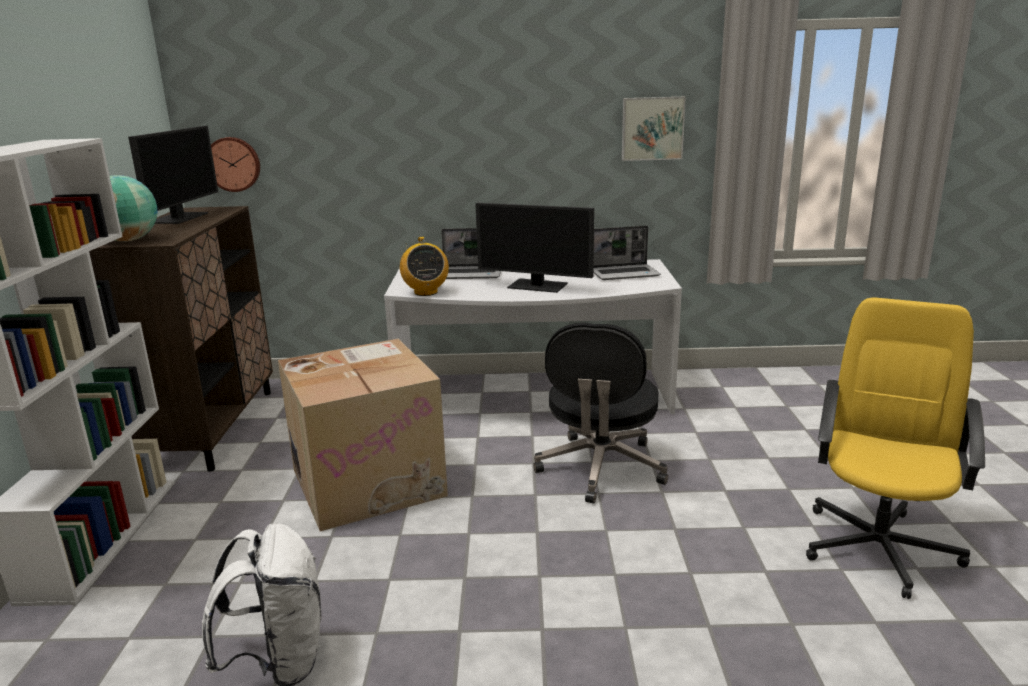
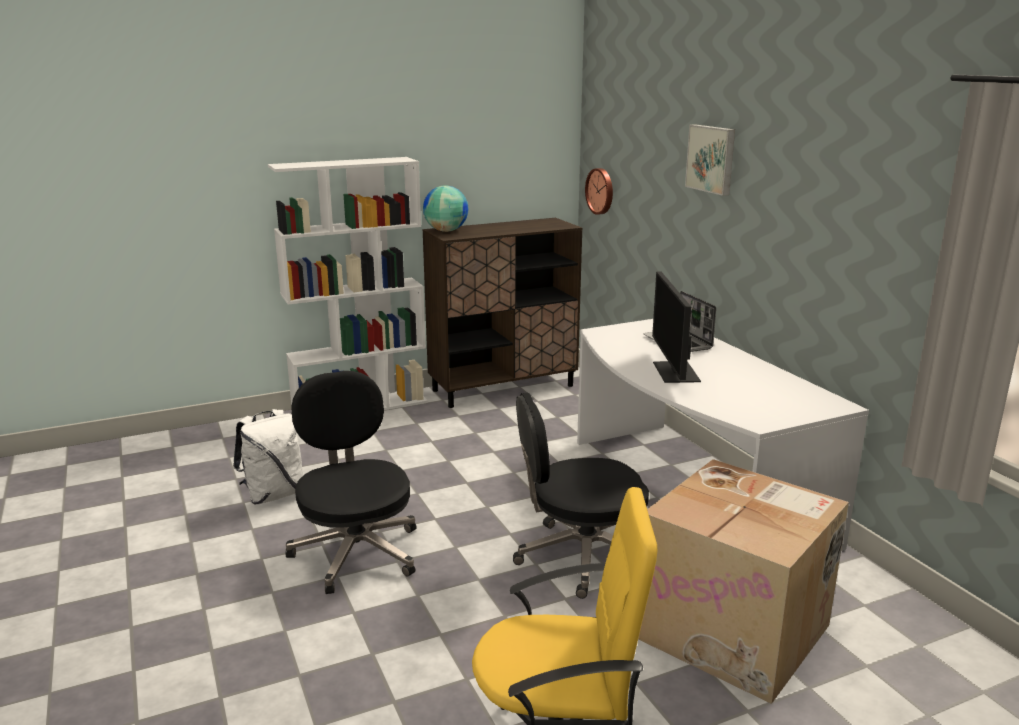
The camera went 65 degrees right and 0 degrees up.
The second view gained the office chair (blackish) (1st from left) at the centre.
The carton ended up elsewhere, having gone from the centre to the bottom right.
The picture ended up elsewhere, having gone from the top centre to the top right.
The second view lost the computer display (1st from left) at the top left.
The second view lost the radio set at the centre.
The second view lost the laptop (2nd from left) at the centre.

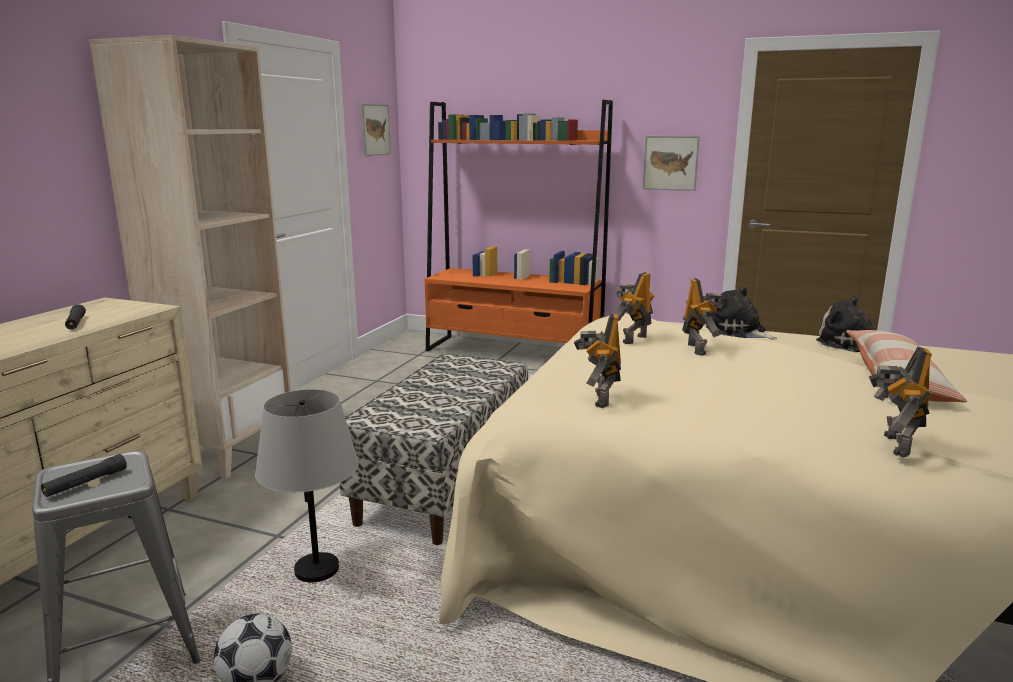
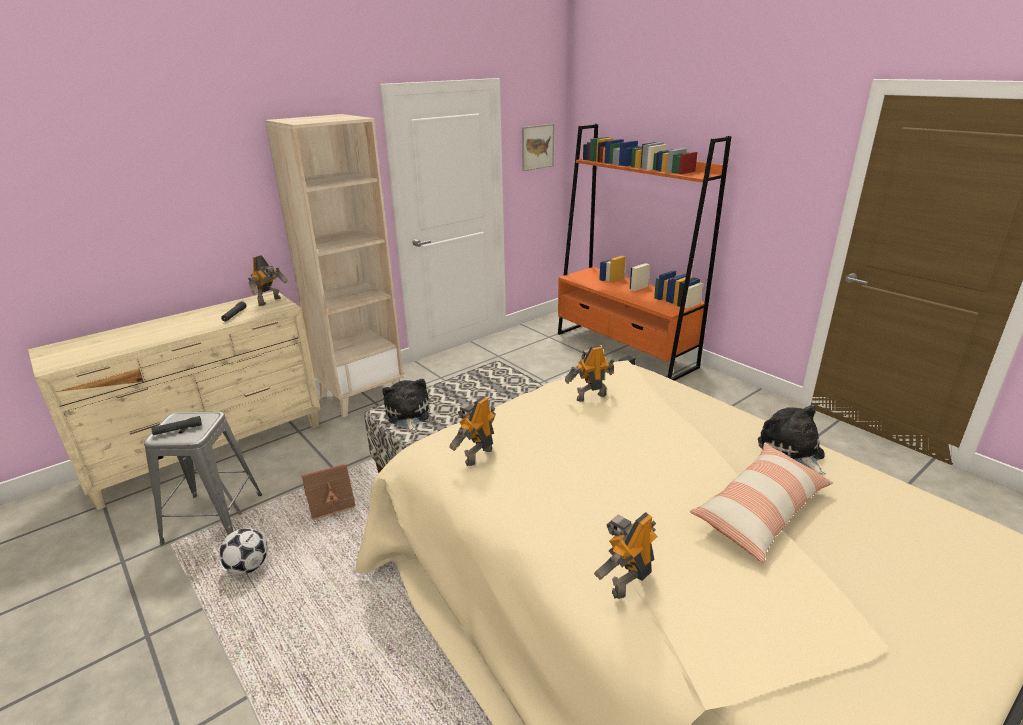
The camera went 30 degrees right and 10 degrees up.
The model robot (3rd from left in the first image) ended up elsewhere, having gone from the middle right to the middle left.
Where the table lamp (greyish) stood at the bottom left, the toy house came to stand at the bottom left.
The soft toy (1st from left) ended up elsewhere, having gone from the middle right to the centre.
The second view lost the picture (2nd from left) at the top centre.

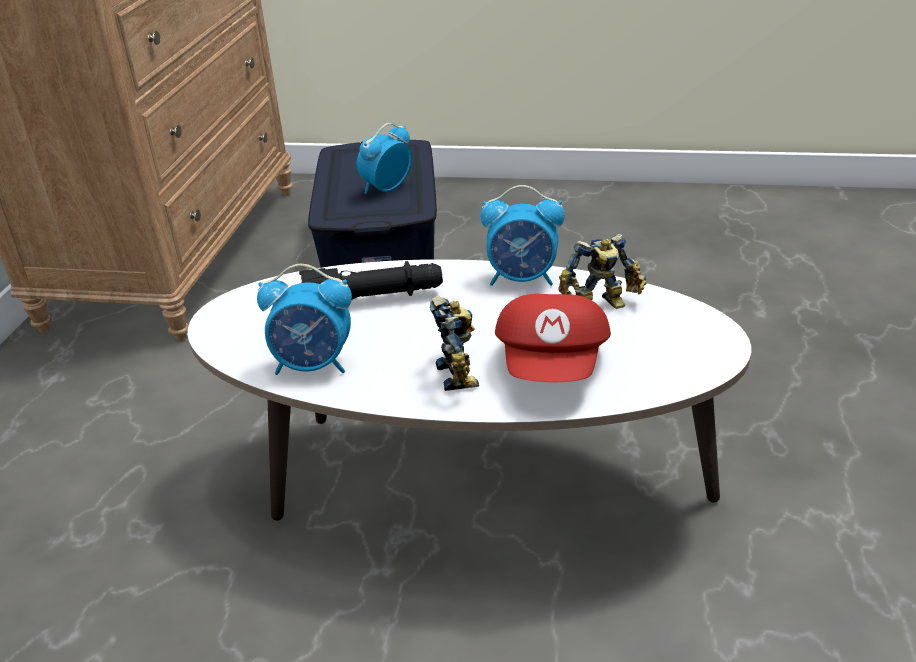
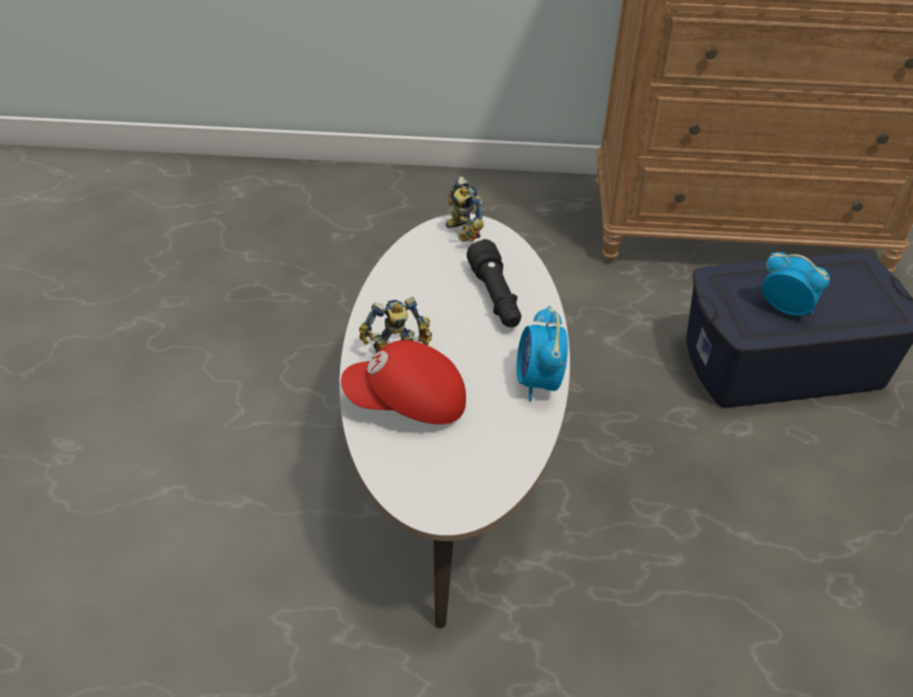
The camera went 80 degrees right and 10 degrees up.
The model robot (2nd from left) ended up elsewhere, having gone from the centre to the top centre.
The second view lost the table clock (1st from left) at the middle left.

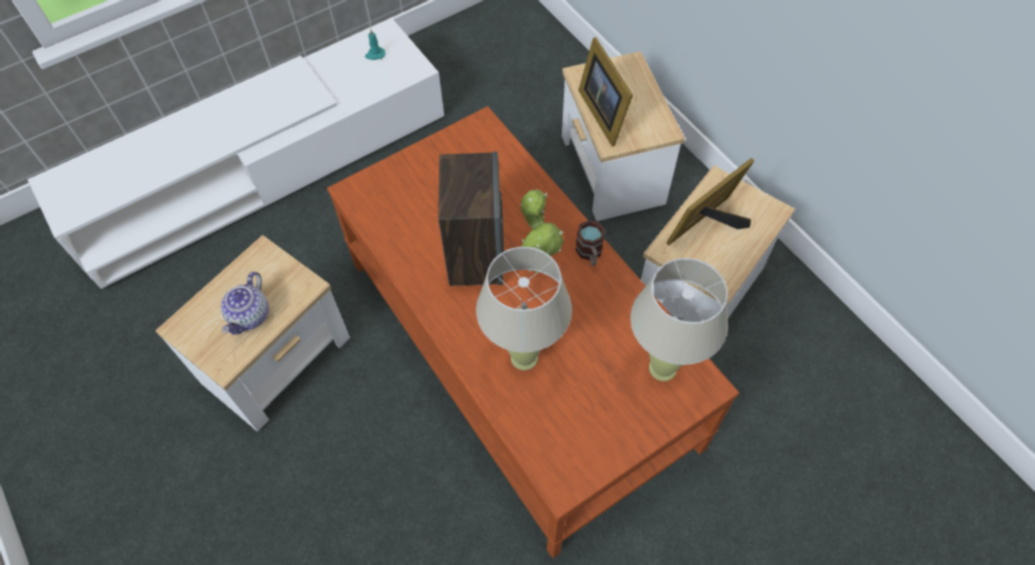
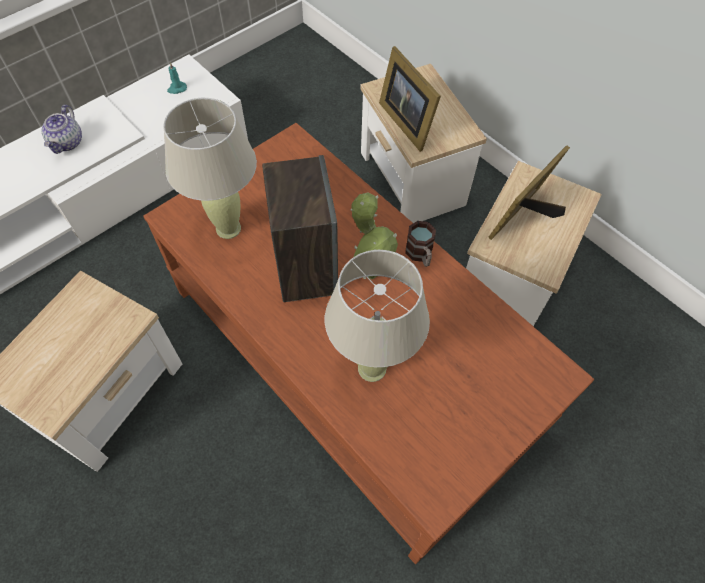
The camera went 10 degrees left and 0 degrees up.
The pot for tea ended up elsewhere, having gone from the middle left to the top left.
The table lamp (beige-coloured) (2nd from left in the first image) ended up elsewhere, having gone from the centre to the top left.

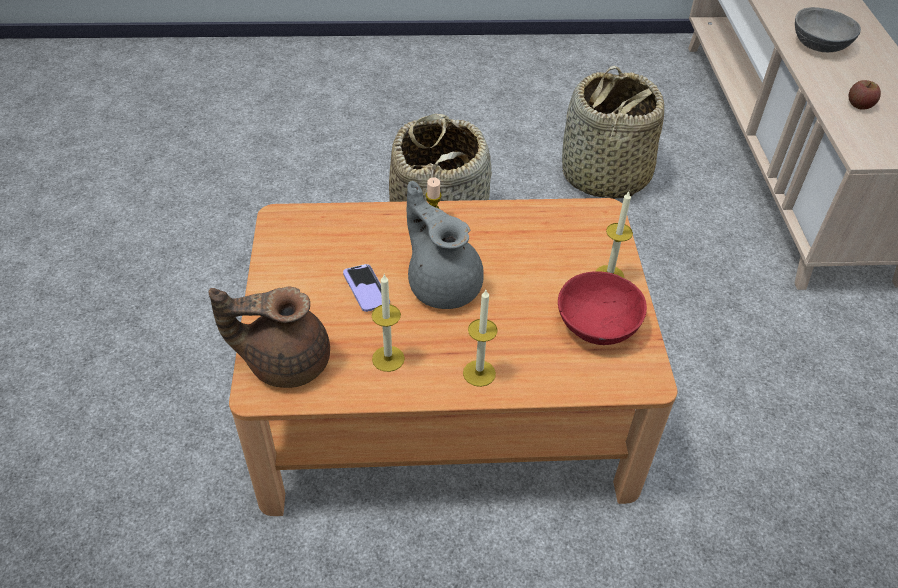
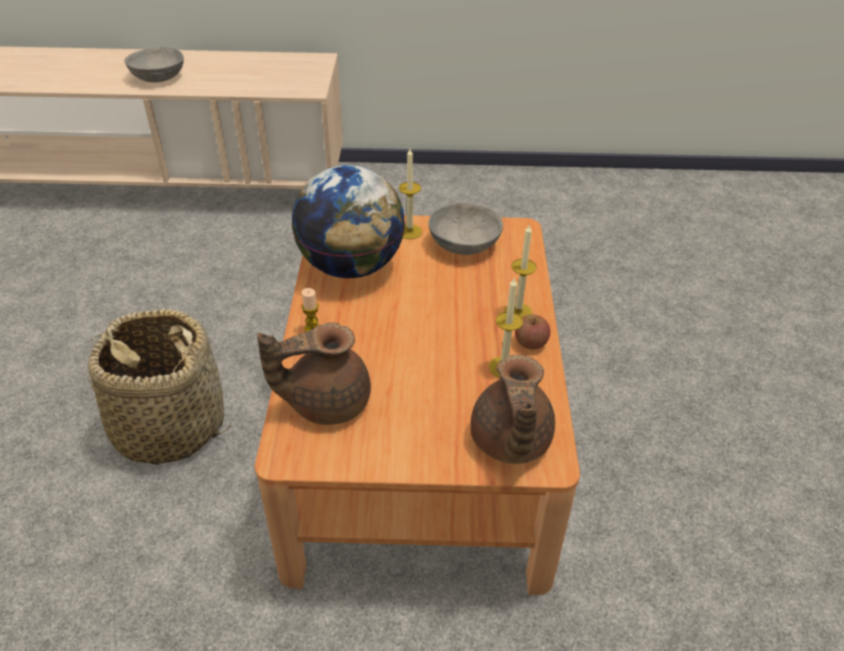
The camera went 85 degrees left and 5 degrees down.
The second view gained the pot for tea (brownish) (1st from left) at the centre.
The second view gained the desk globe at the centre.
What was the deep dish (red) at the middle right turned into the deep dish (greyish) (2nd from left) at the centre.
The apple fruit ended up elsewhere, having gone from the top right to the centre.
The second view lost the telephone at the centre.
The second view lost the pot for tea (greyish) at the centre.
The second view lost the storage basket (2nd from left) at the top right.

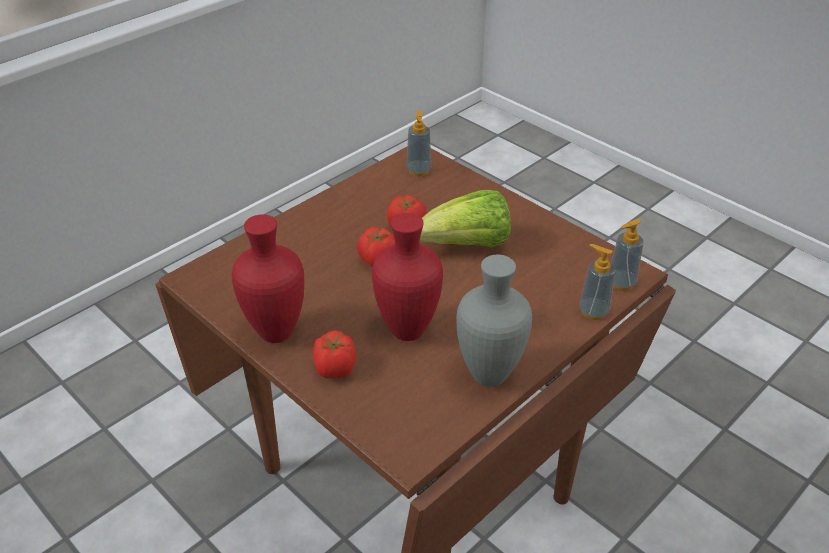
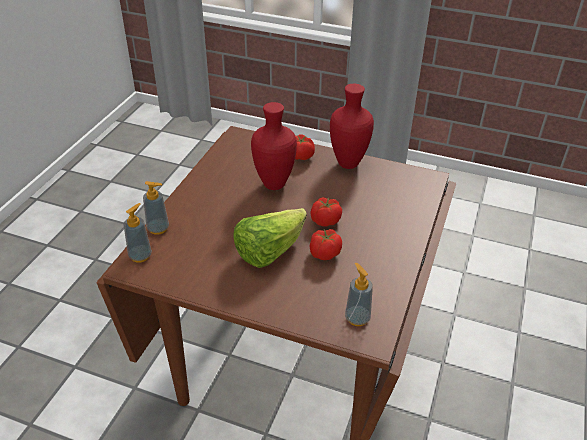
The camera went 155 degrees right and 0 degrees up.
The second view lost the decorative vase (greyish) at the centre.

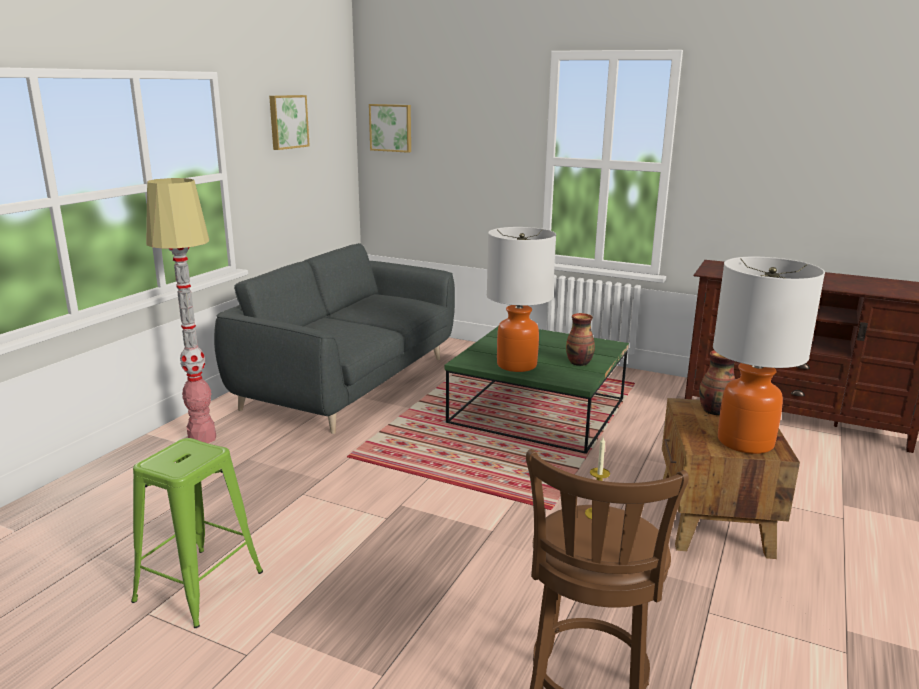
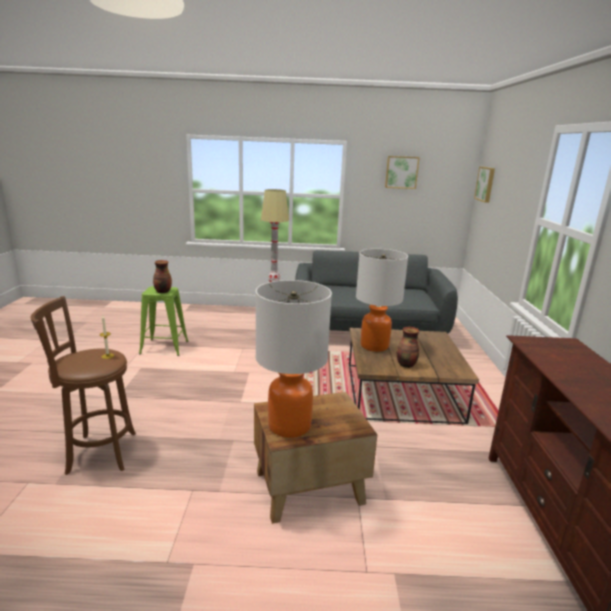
The camera went 65 degrees right and 0 degrees up.
The decorative vase (2nd from left in the first image) ended up elsewhere, having gone from the middle right to the middle left.
What was the lounge table (greenish) at the centre turned into the lounge table (brownish) at the middle right.

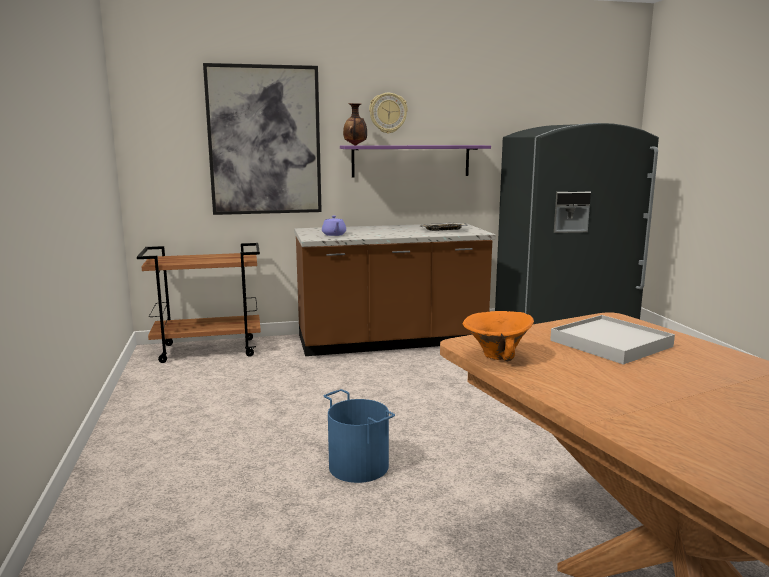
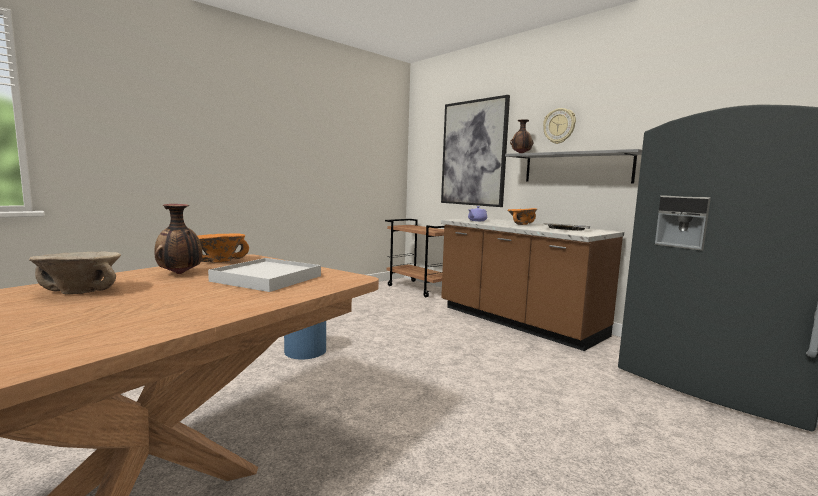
The camera went 60 degrees right and 5 degrees down.
The second view gained the deep dish (beige-coloured) at the middle left.
The second view gained the decorative vase (1st from left) at the middle left.
What was the shelf (purple) at the top centre turned into the shelf (greyish) at the middle right.
The second view gained the deep dish (orange) (2nd from left) at the centre.

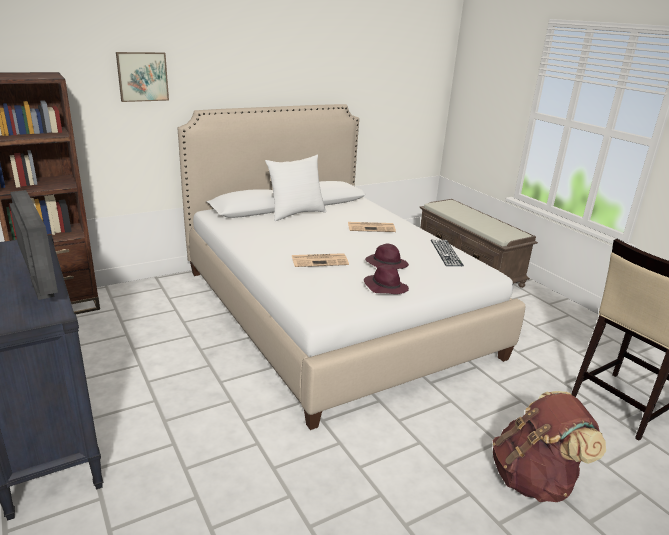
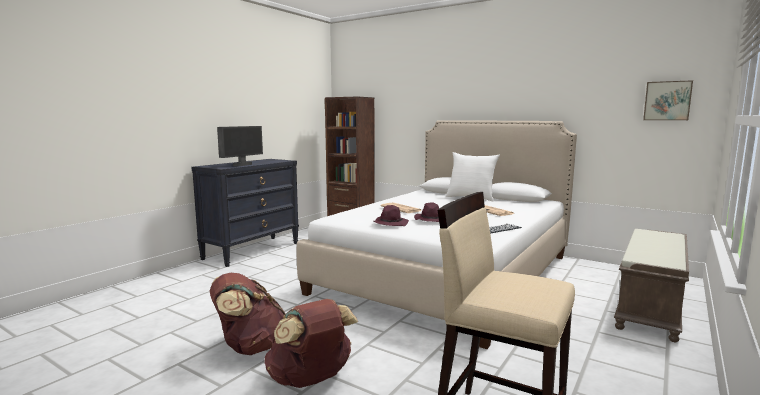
The camera went 65 degrees right and 15 degrees down.
The second view gained the backpack (brownish) (1st from left) at the bottom left.
The picture ended up elsewhere, having gone from the top left to the top right.

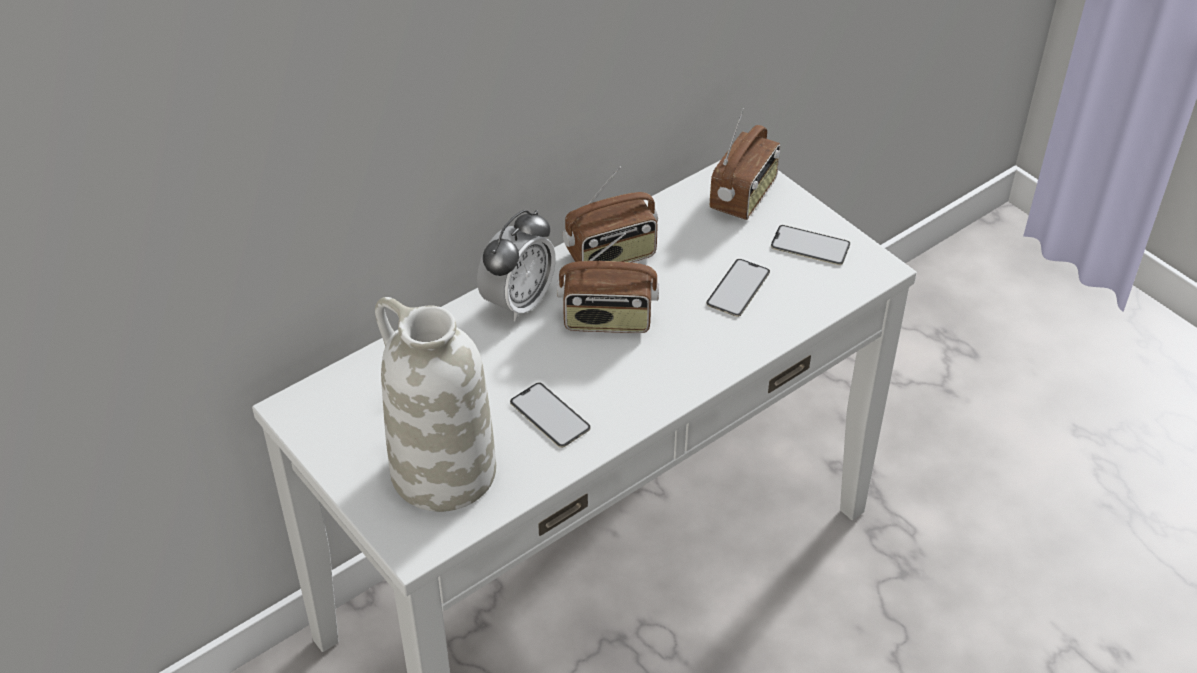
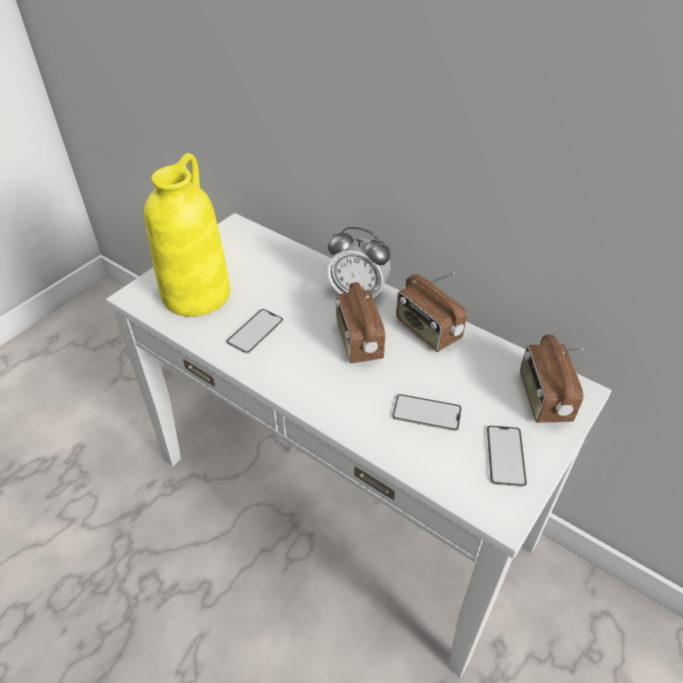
The camera went 75 degrees right and 0 degrees up.
What was the decorative vase (whitish) at the centre turned into the decorative vase (yellow) at the middle left.
The radio set (3rd from left) at the top centre ended up facing another way, 75 degrees clockwise from before.

